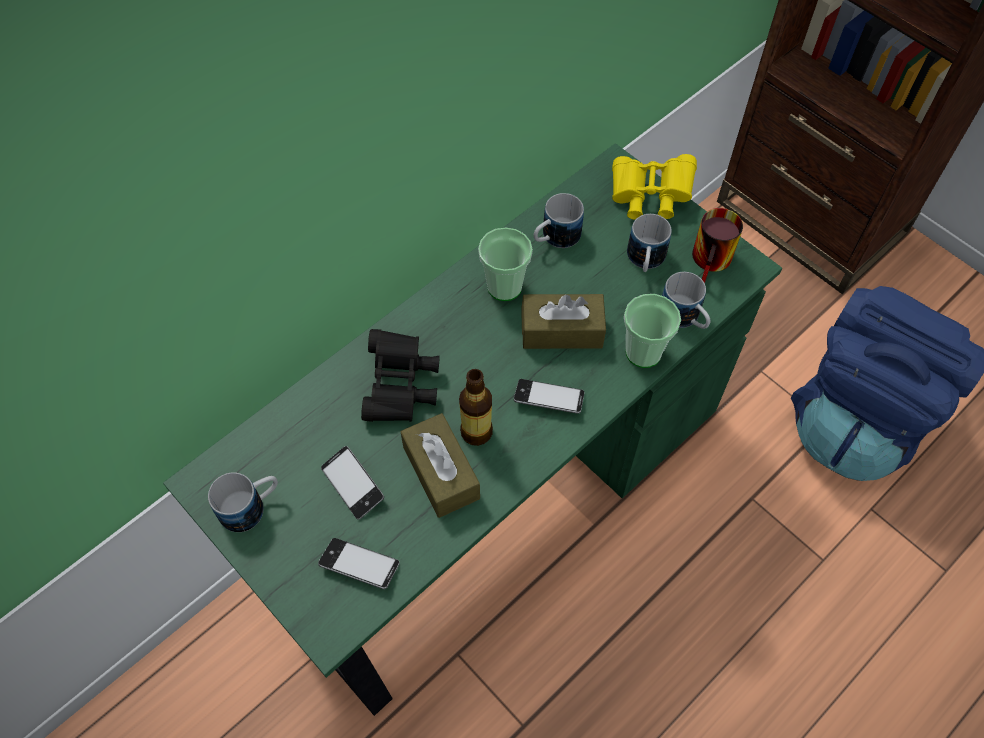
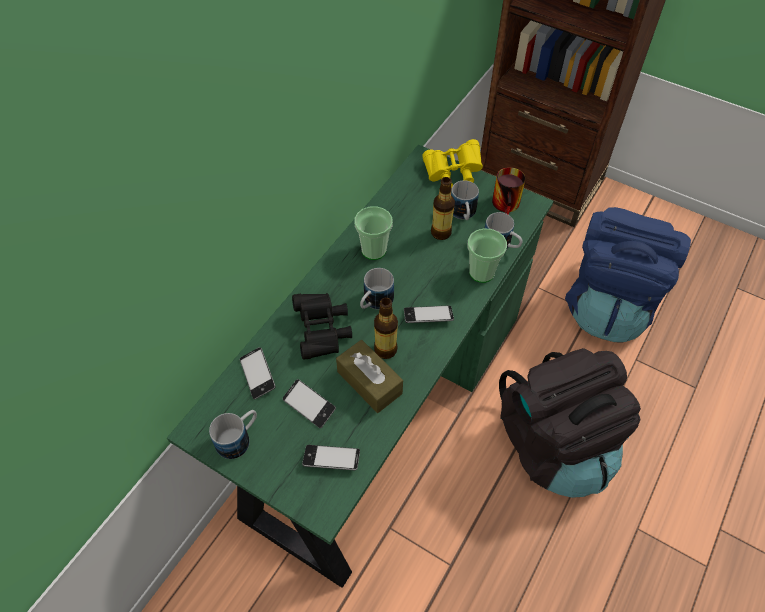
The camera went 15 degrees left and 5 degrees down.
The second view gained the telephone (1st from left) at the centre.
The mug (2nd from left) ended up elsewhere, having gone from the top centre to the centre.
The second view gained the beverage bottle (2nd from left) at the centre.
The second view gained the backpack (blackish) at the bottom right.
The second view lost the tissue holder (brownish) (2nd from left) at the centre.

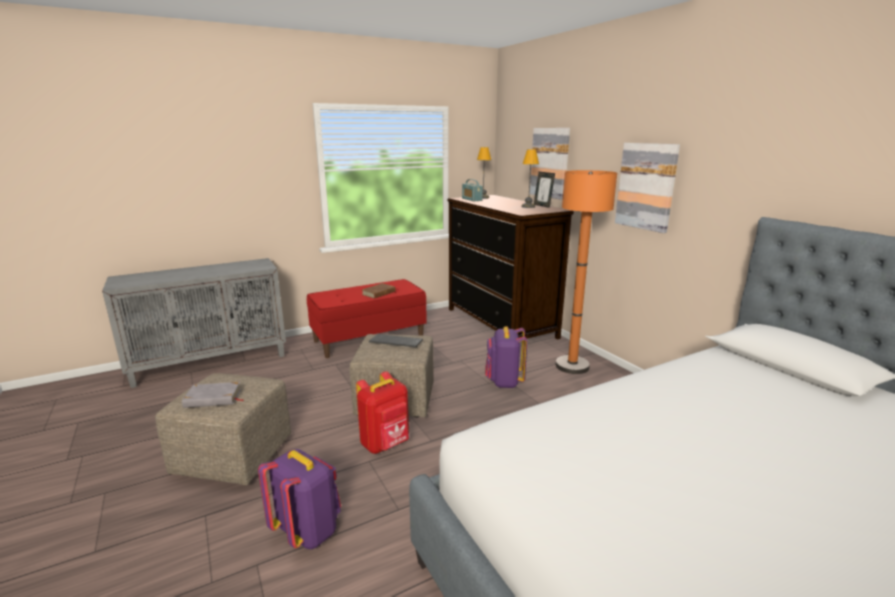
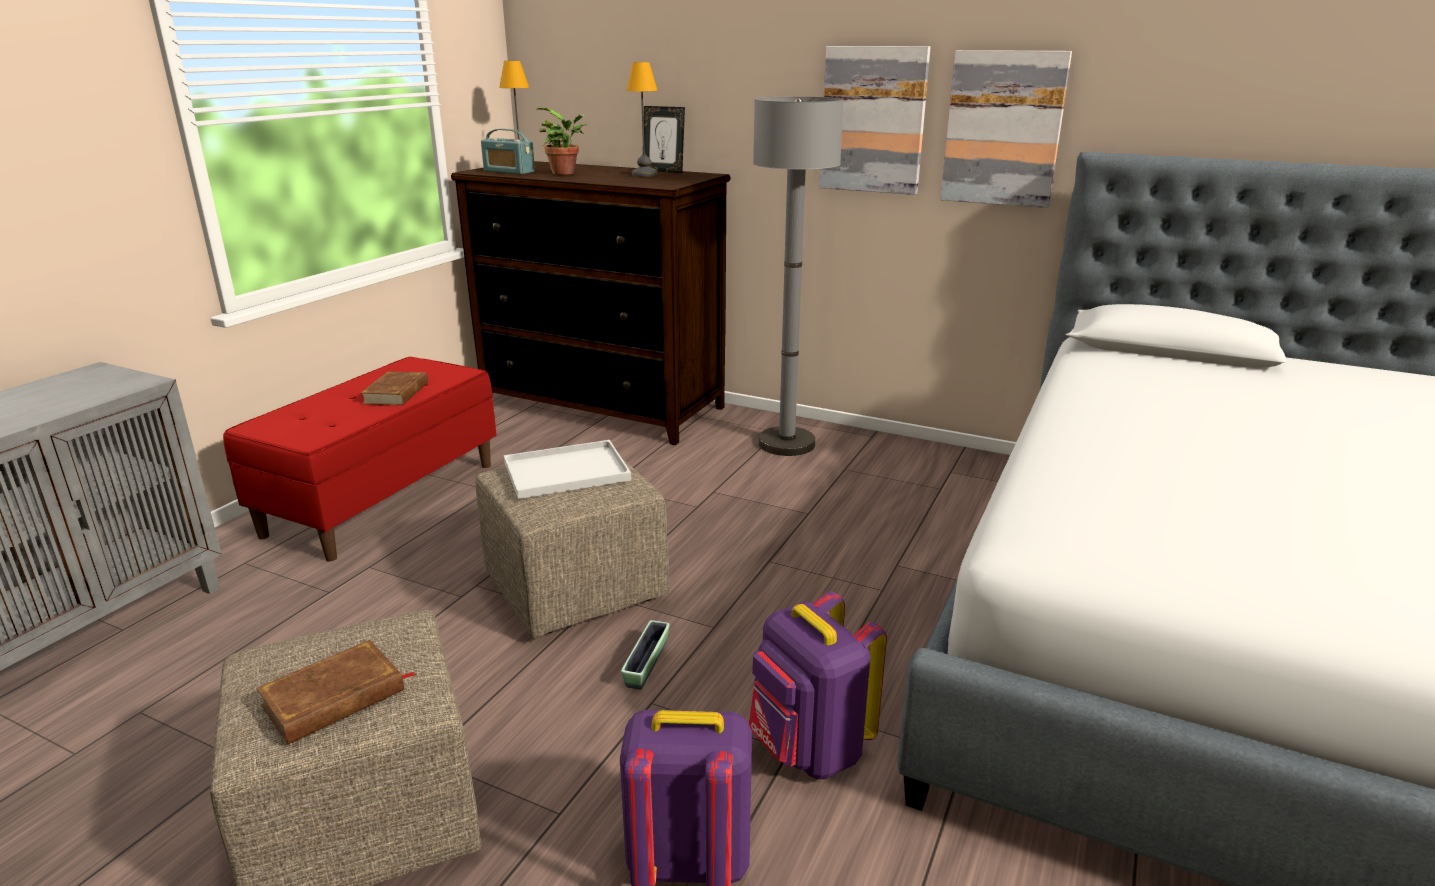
The camera went 35 degrees left and 5 degrees up.
What was the bound book (greyish) at the middle left turned into the bound book (brownish) (1st from left) at the bottom left.
Where the keyboard stood at the centre, the tray (whitish) came to stand at the centre.
The second view gained the potted plant at the top centre.
Where the backpack (red) stood at the bottom centre, the plant pot came to stand at the bottom centre.
The backpack (purple) (2nd from left) ended up elsewhere, having gone from the centre to the bottom centre.
What was the standard lamp (orange) at the centre turned into the standard lamp (greyish) at the top centre.
The picture (1st from left in the first image) ended up elsewhere, having gone from the top centre to the top right.

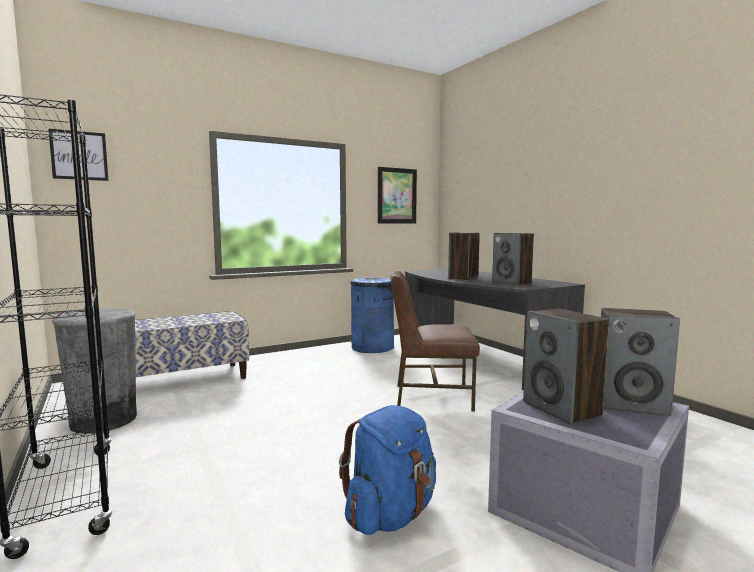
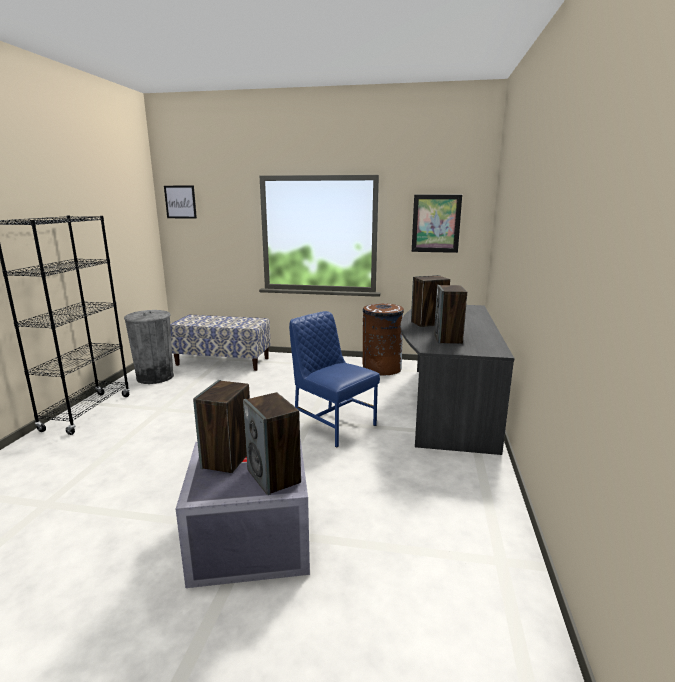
The camera went 40 degrees right and 10 degrees up.
What was the upright chair (brownish) at the centre turned into the upright chair (blue) at the centre.
What was the waste bin (blue) at the centre turned into the waste bin (brownish) at the centre.
The second view lost the backpack (blue) at the bottom centre.

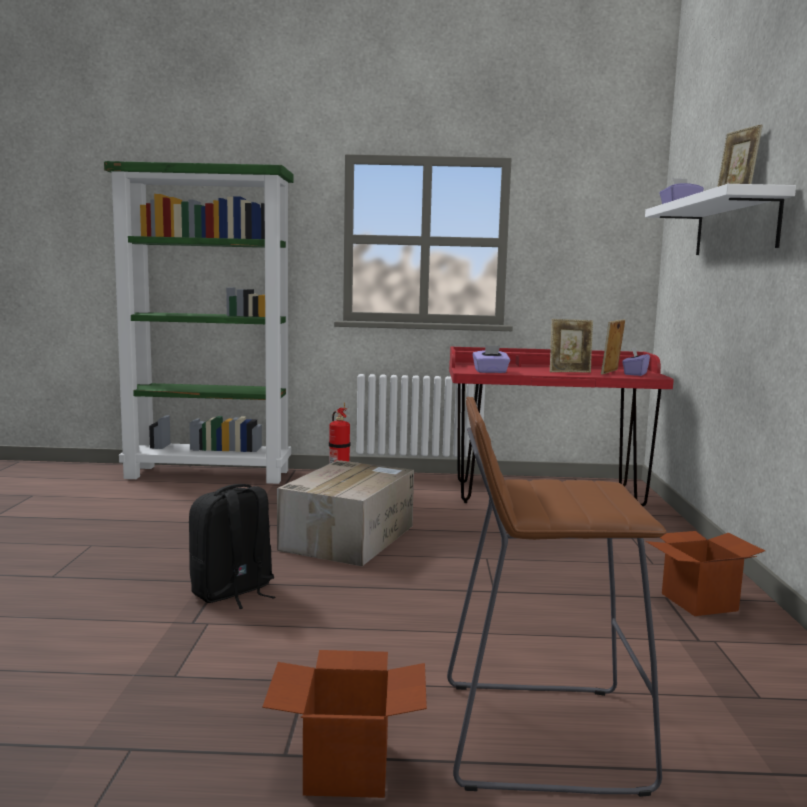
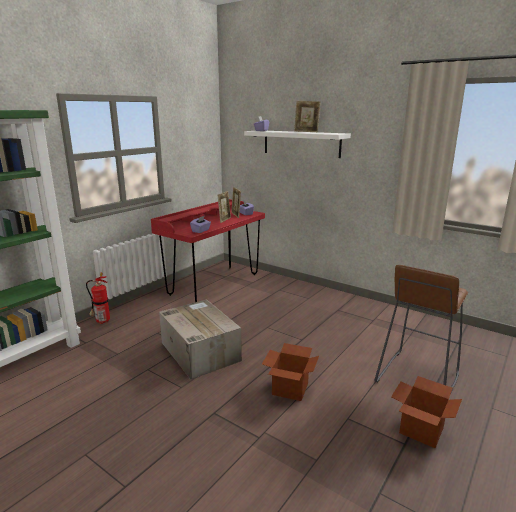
The camera went 55 degrees left and 10 degrees up.
The carton (3rd from left in the first image) ended up elsewhere, having gone from the bottom right to the bottom centre.
The second view lost the backpack (blackish) at the bottom left.

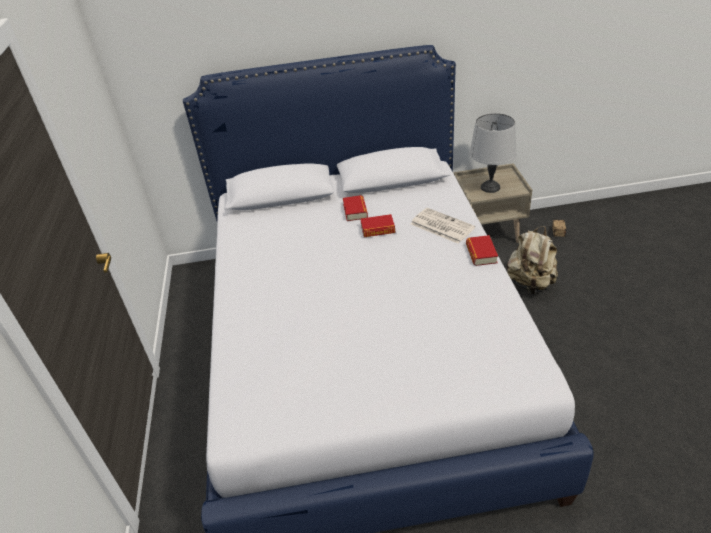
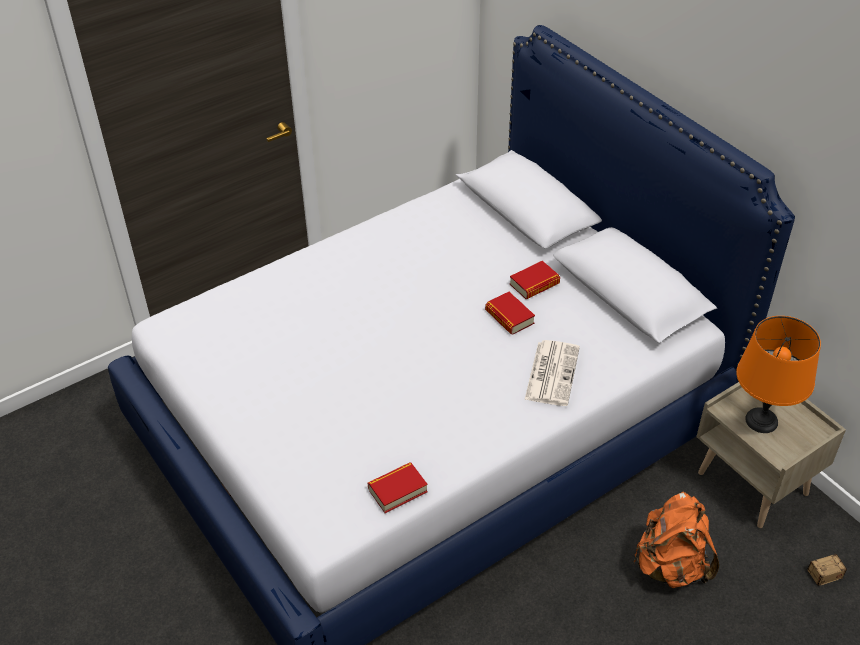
The camera went 60 degrees right and 5 degrees up.
The bound book (3rd from left in the first image) ended up elsewhere, having gone from the middle right to the bottom centre.
What was the backpack (beige-coloured) at the middle right turned into the backpack (orange) at the bottom right.
What was the table lamp (greyish) at the top right turned into the table lamp (orange) at the middle right.

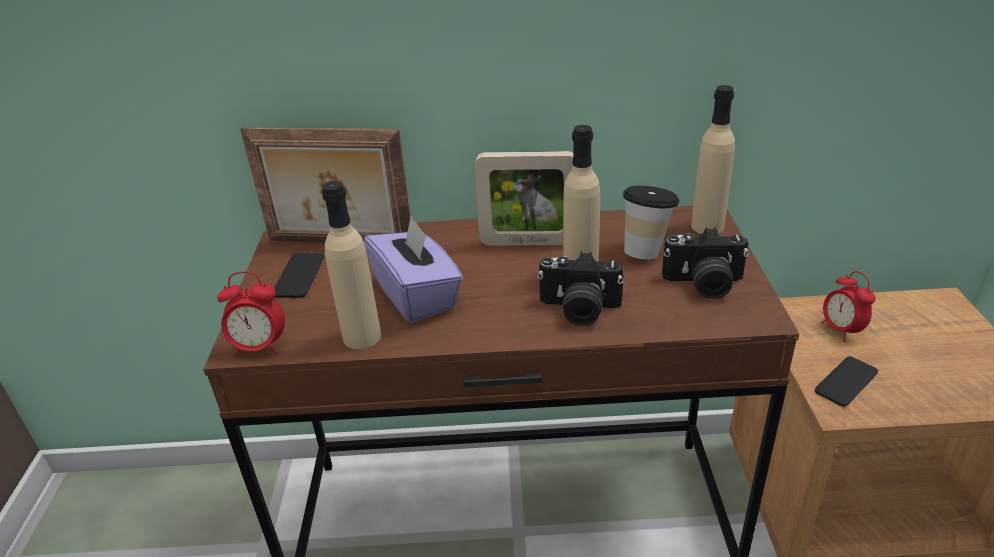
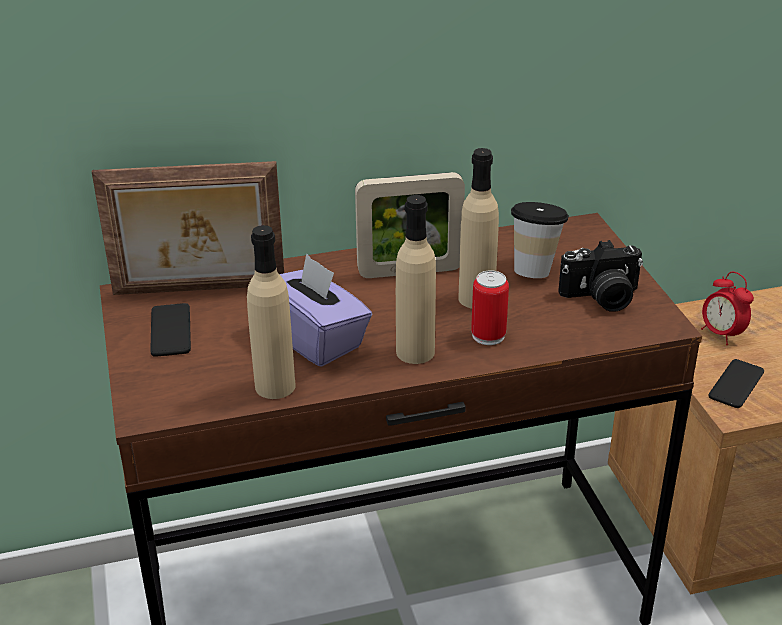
The camera went 15 degrees left and 0 degrees up.
The beverage bottle (beige-coloured) (3rd from left in the first image) ended up elsewhere, having gone from the top right to the centre.
Where the photo camera (1st from left) stood at the centre, the metal can came to stand at the centre.
The second view lost the table clock (1st from left) at the middle left.

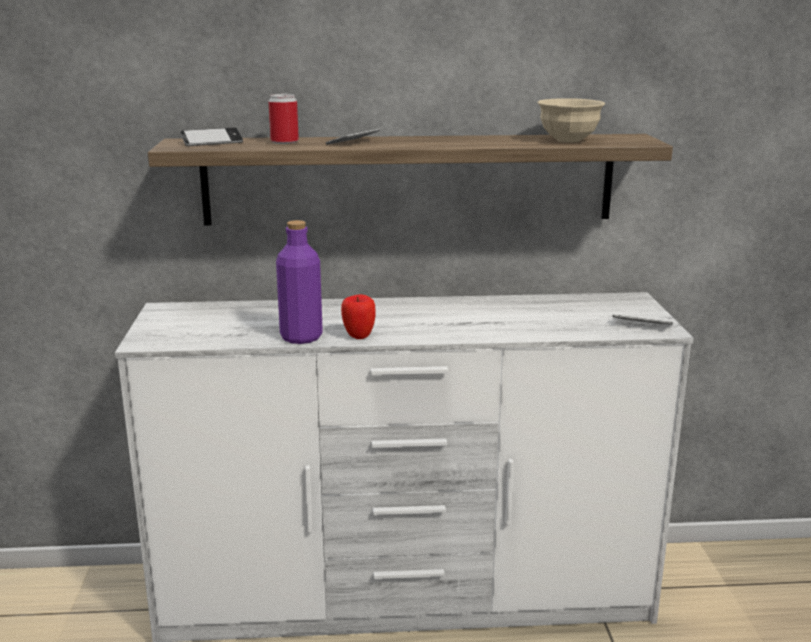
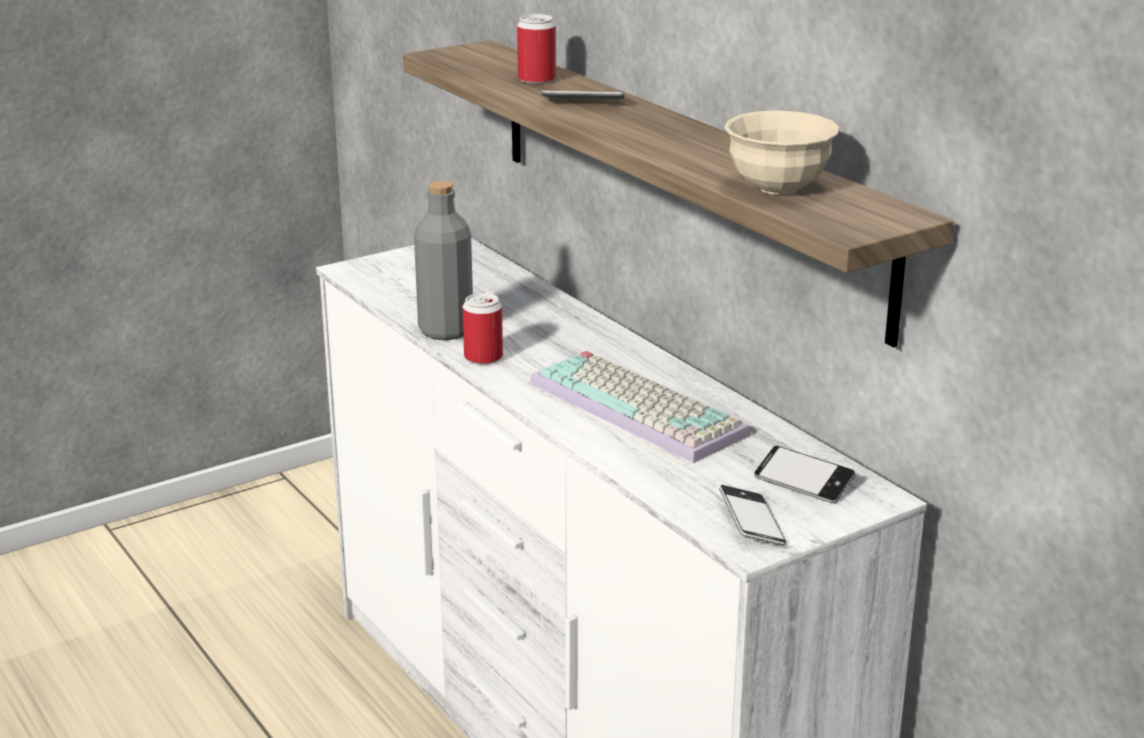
The camera went 60 degrees right and 5 degrees up.
What was the beverage bottle (purple) at the centre turned into the beverage bottle (greyish) at the centre.
Where the apple fruit stood at the centre, the metal can (1st from left) came to stand at the centre.
The second view gained the keyboard at the centre.
The telephone (1st from left in the first image) ended up elsewhere, having gone from the top left to the middle right.

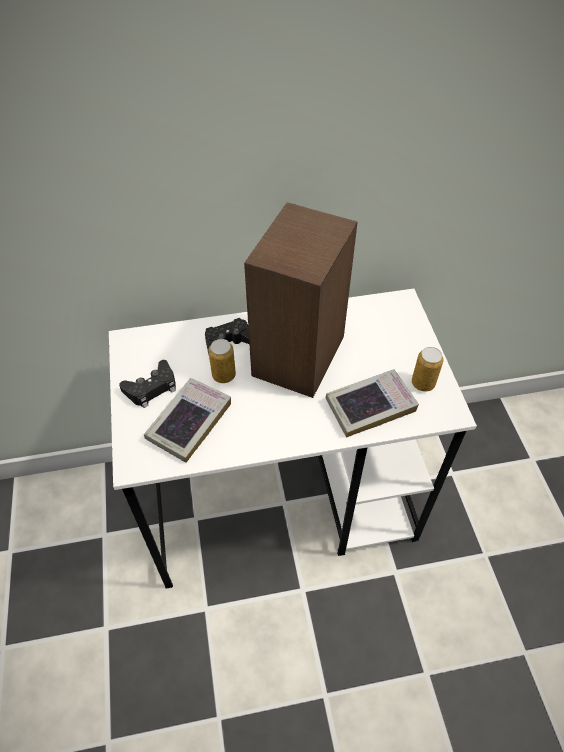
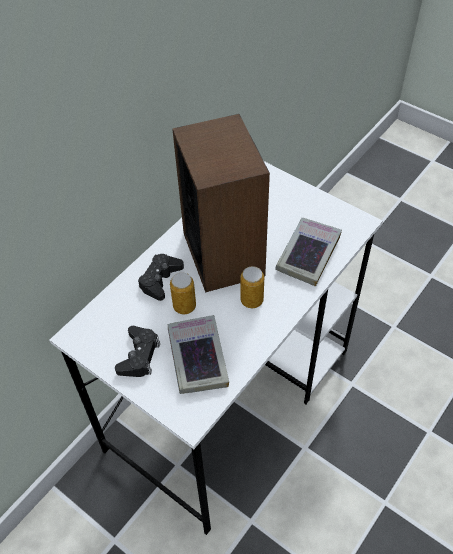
The camera went 40 degrees left and 0 degrees up.
The metal can (2nd from left) ended up elsewhere, having gone from the middle right to the centre.

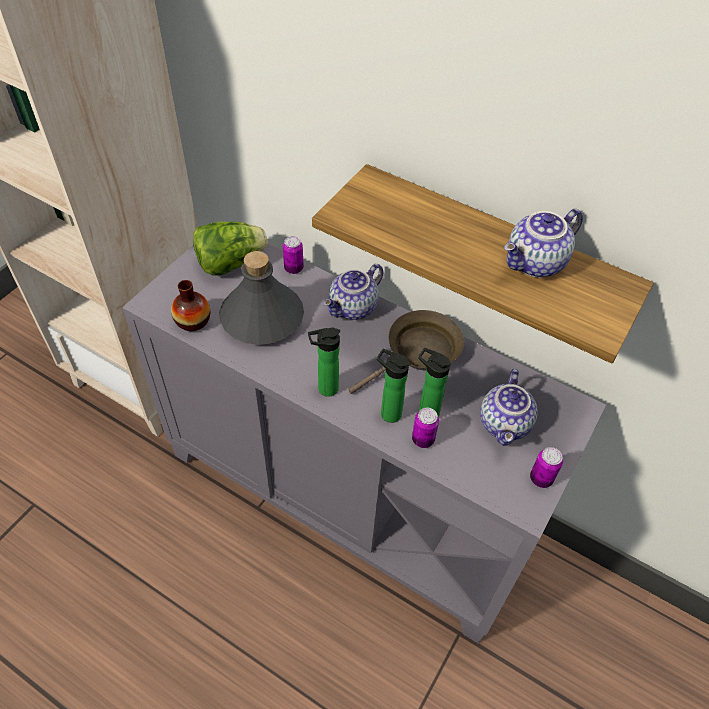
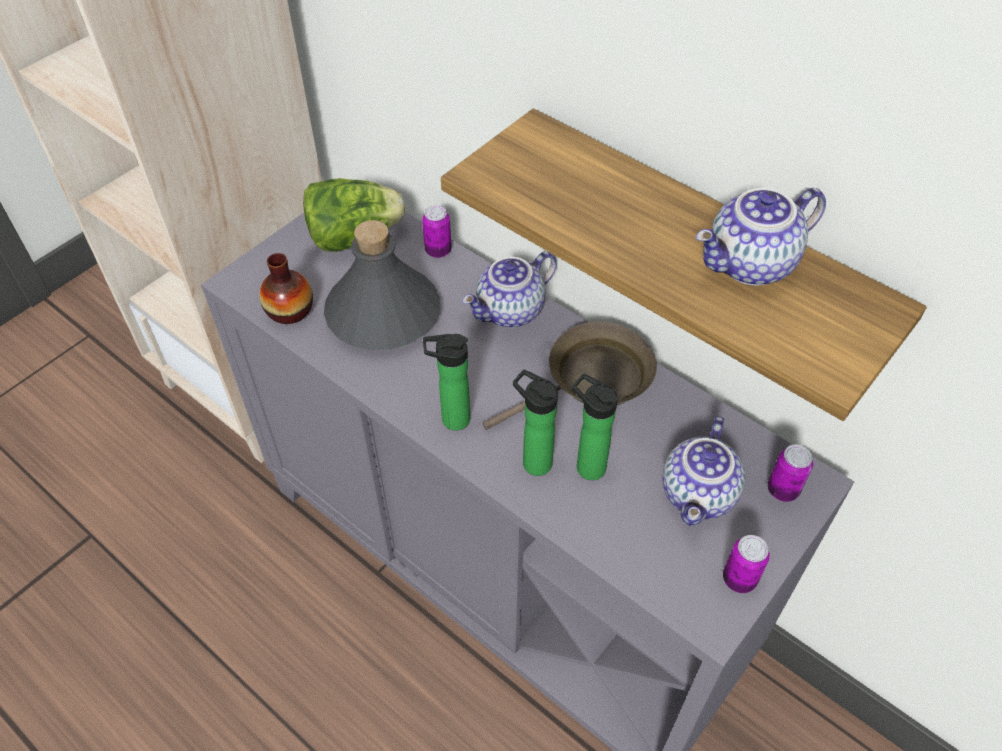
The camera went 10 degrees right and 0 degrees up.
The metal can (2nd from left in the first image) ended up elsewhere, having gone from the centre to the middle right.

